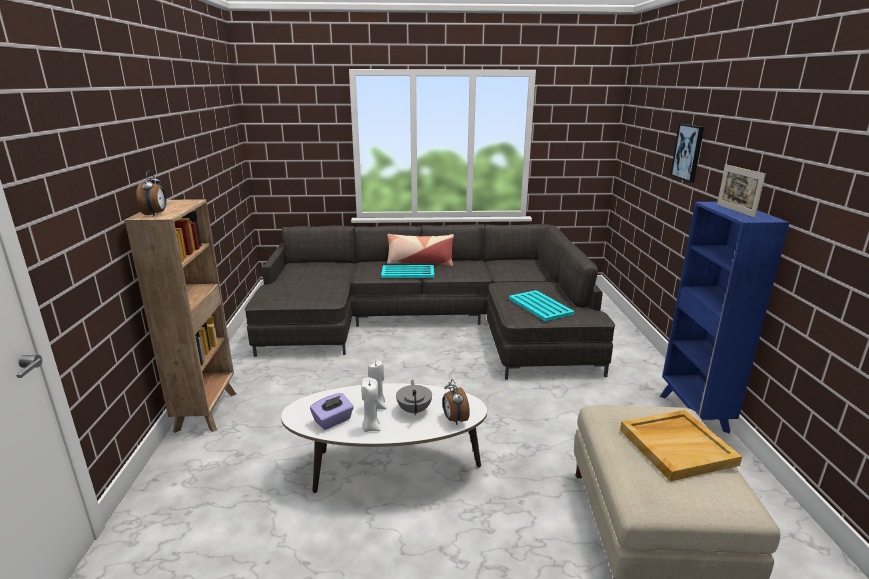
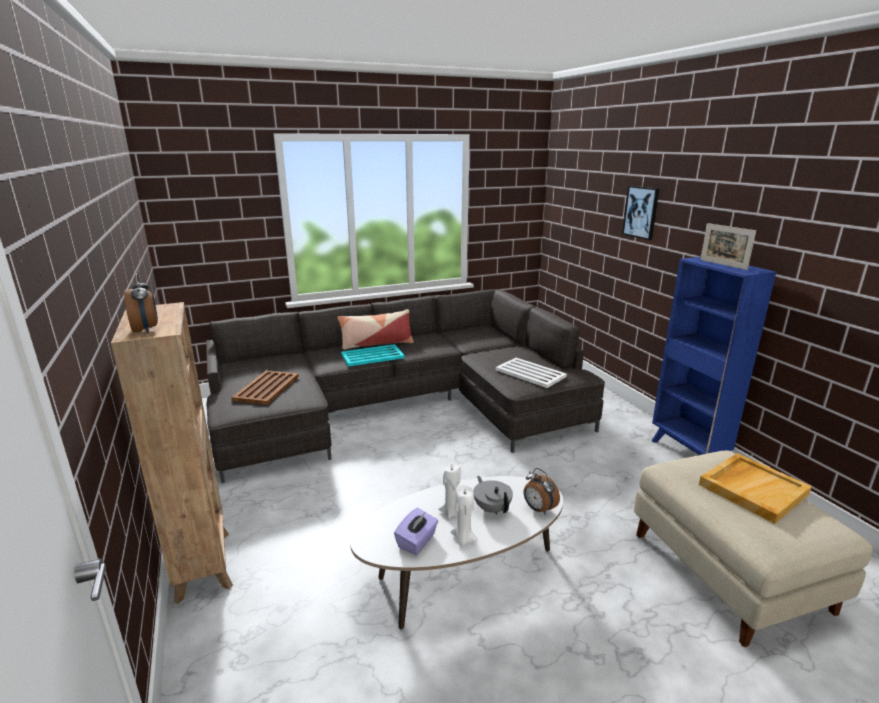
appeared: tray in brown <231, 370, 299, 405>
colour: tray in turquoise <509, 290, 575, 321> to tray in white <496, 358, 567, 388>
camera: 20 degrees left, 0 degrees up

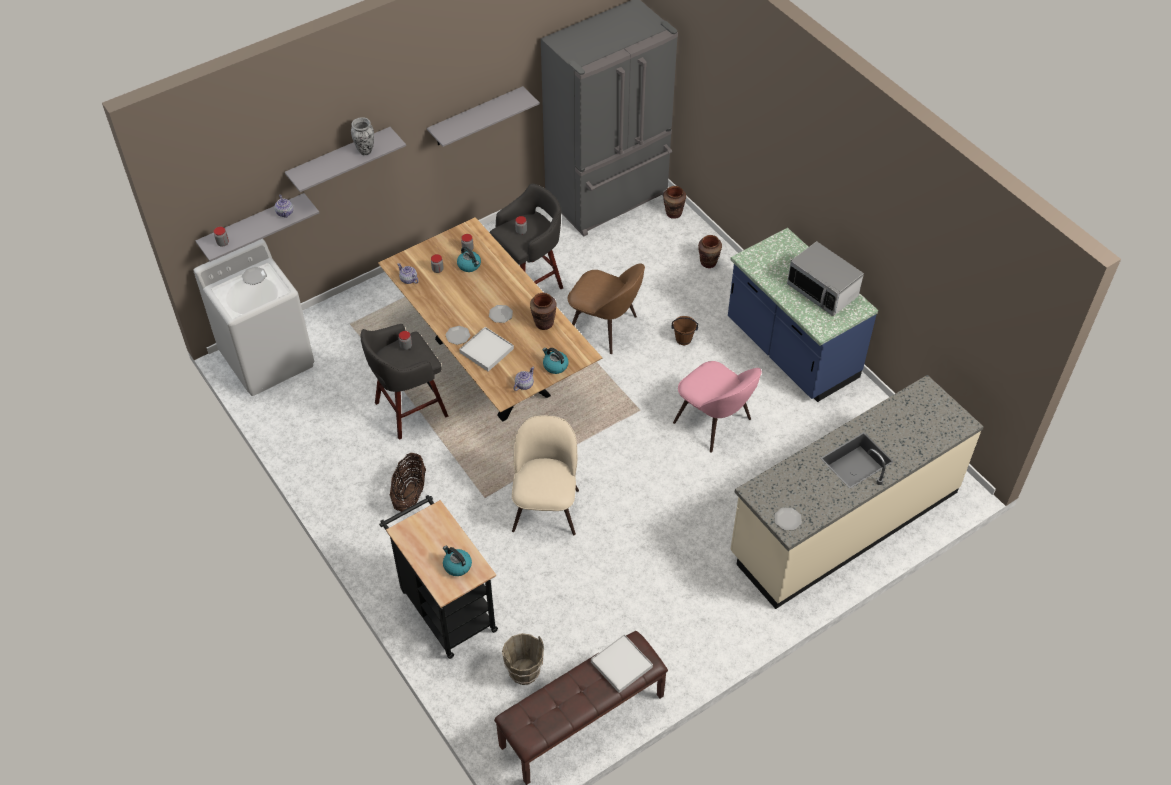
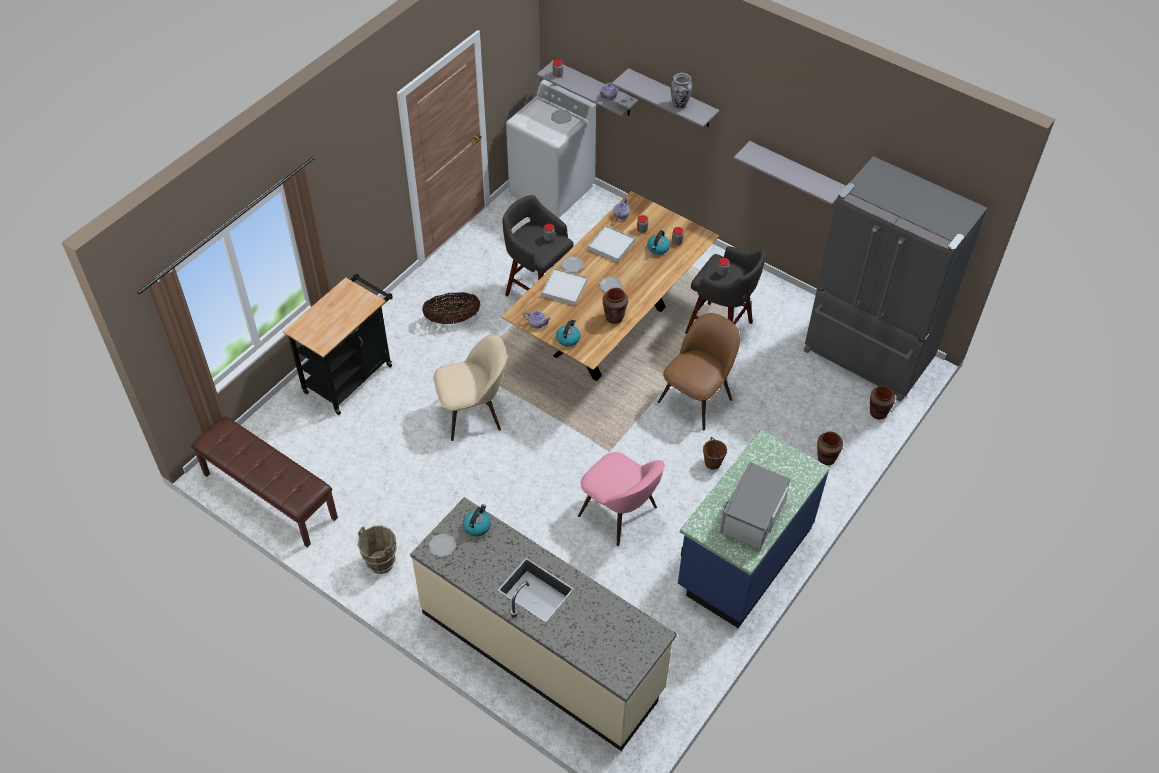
relocated: kettle <443, 545, 472, 576> to <463, 504, 491, 536>; bucket in brown <502, 633, 544, 685> to <357, 525, 397, 574>; tray in white <591, 634, 653, 693> to <588, 225, 635, 263>
spun: chair in brown <568, 263, 645, 354> = <658, 313, 740, 431> 150 degrees counterclockwise; chair in pink <673, 361, 762, 453> = <578, 452, 665, 546> 75 degrees counterclockwise
camera: 70 degrees right, 0 degrees up

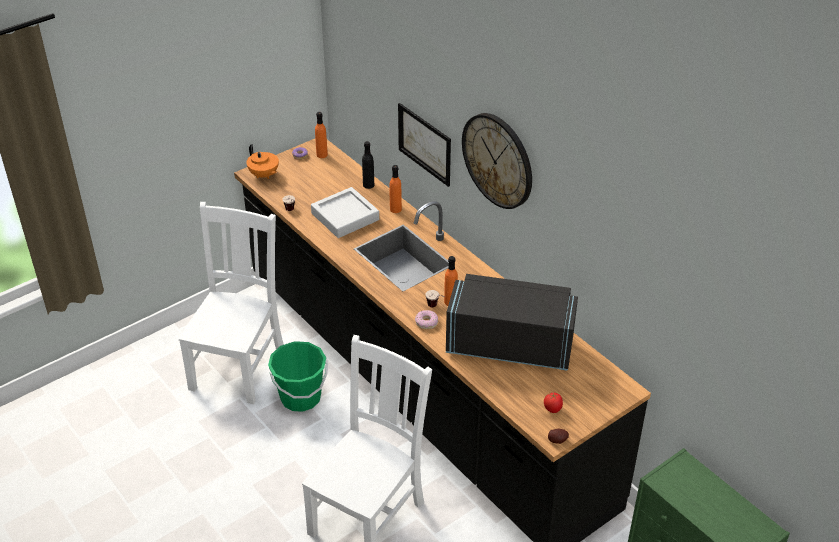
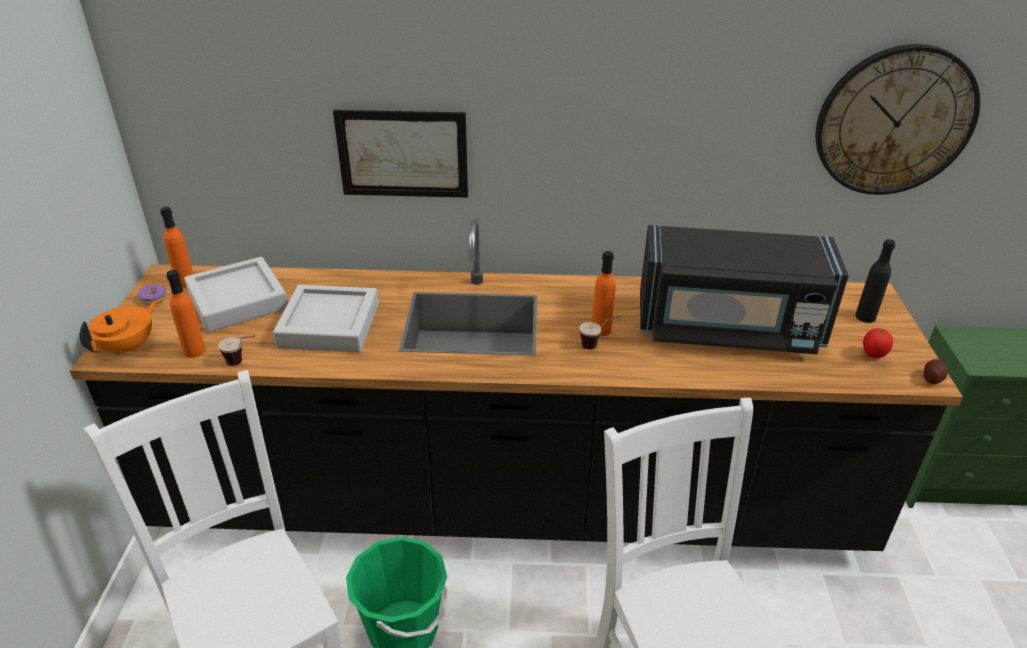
missing: donut <415, 310, 438, 329>
appeared: tray in grey <184, 257, 288, 332>
relocated: bottle in black <362, 141, 374, 189> to <855, 239, 895, 323>; bottle in orange <389, 165, 402, 213> to <166, 270, 206, 358>; wall clock <462, 113, 532, 209> to <816, 44, 980, 195>
spun: teapot in orange <246, 144, 279, 179> = <80, 300, 158, 355> 60 degrees counterclockwise; microwave in black <446, 274, 578, 371> = <640, 225, 849, 354> 135 degrees counterclockwise
camera: 50 degrees left, 5 degrees down

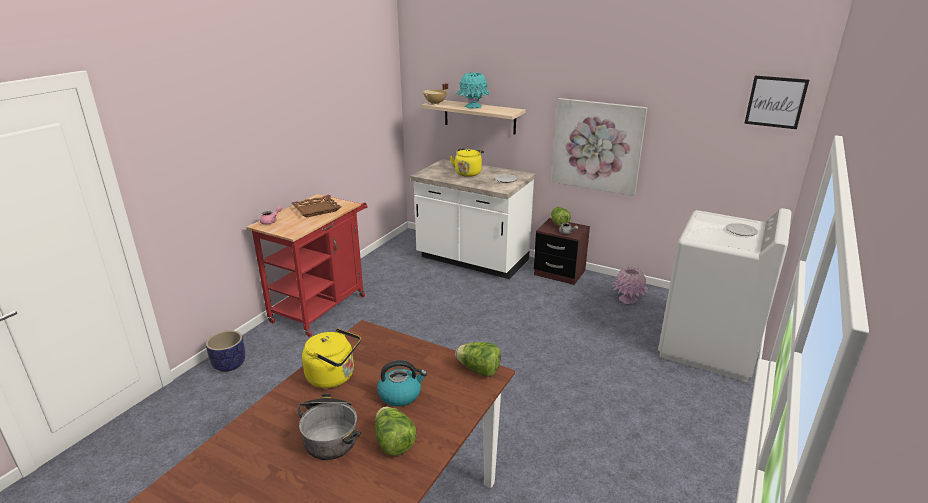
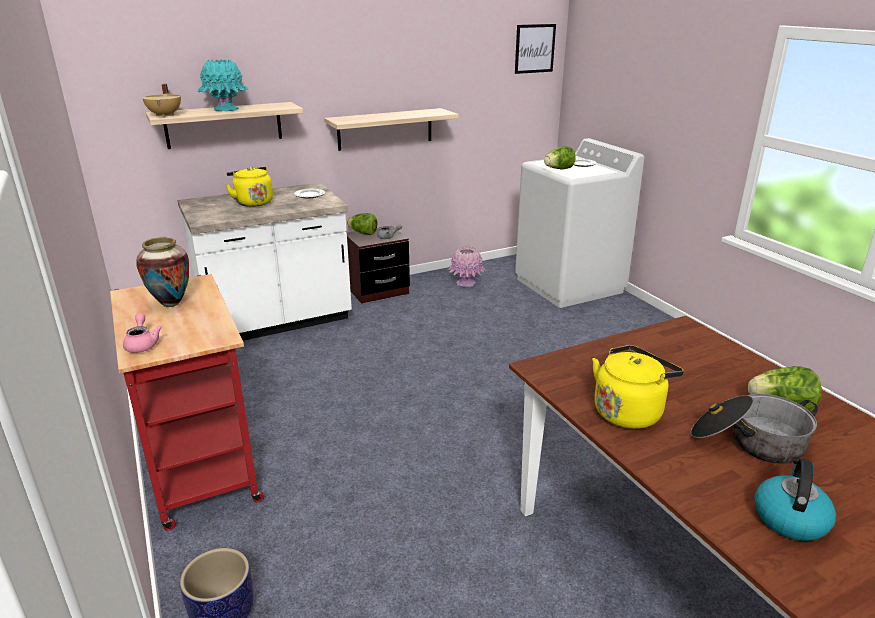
relocated: kettle <377, 360, 427, 406> to <754, 458, 836, 541>; lettuce <455, 342, 501, 377> to <544, 146, 576, 169>
exchanged: tray in brown <291, 195, 341, 218> to vase <136, 237, 189, 307>; picture <552, 98, 648, 196> to shelf <324, 108, 459, 151>
camera: 55 degrees left, 0 degrees up

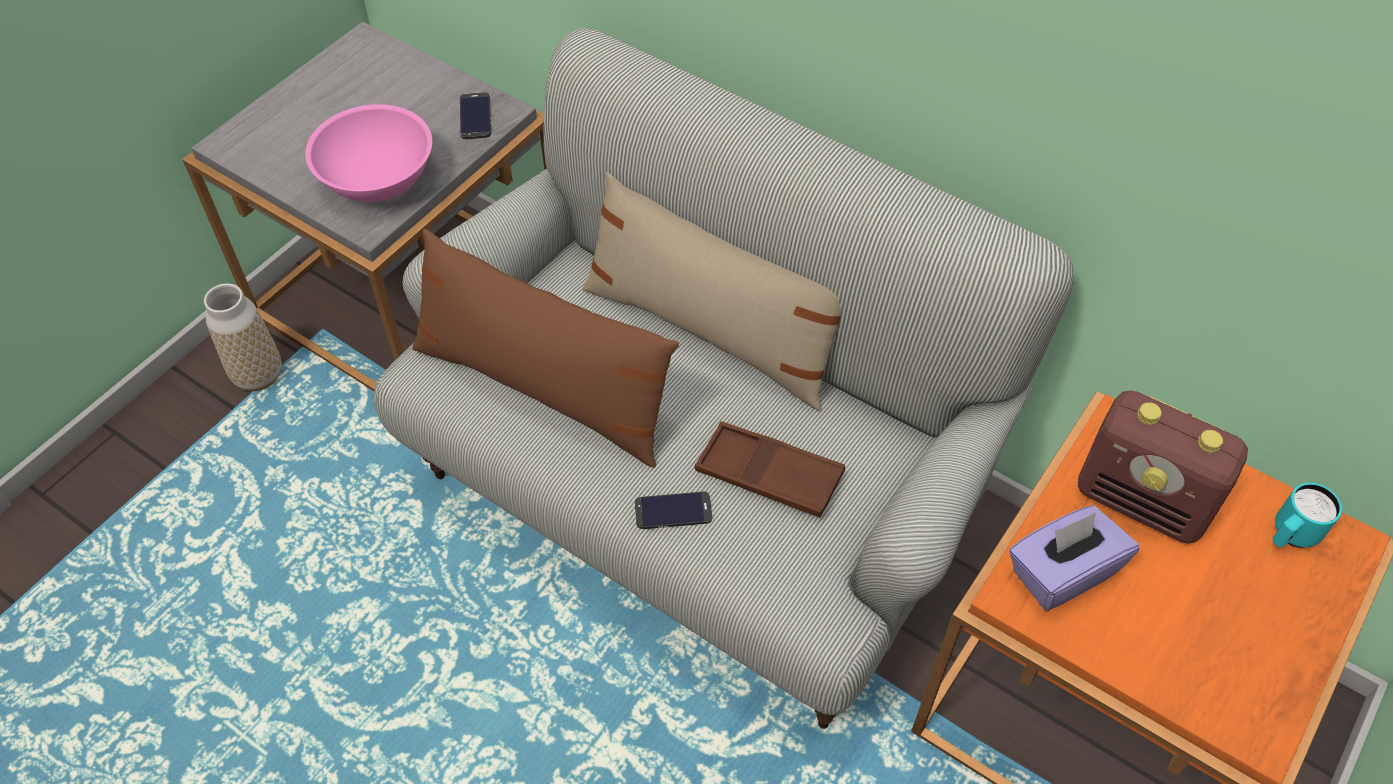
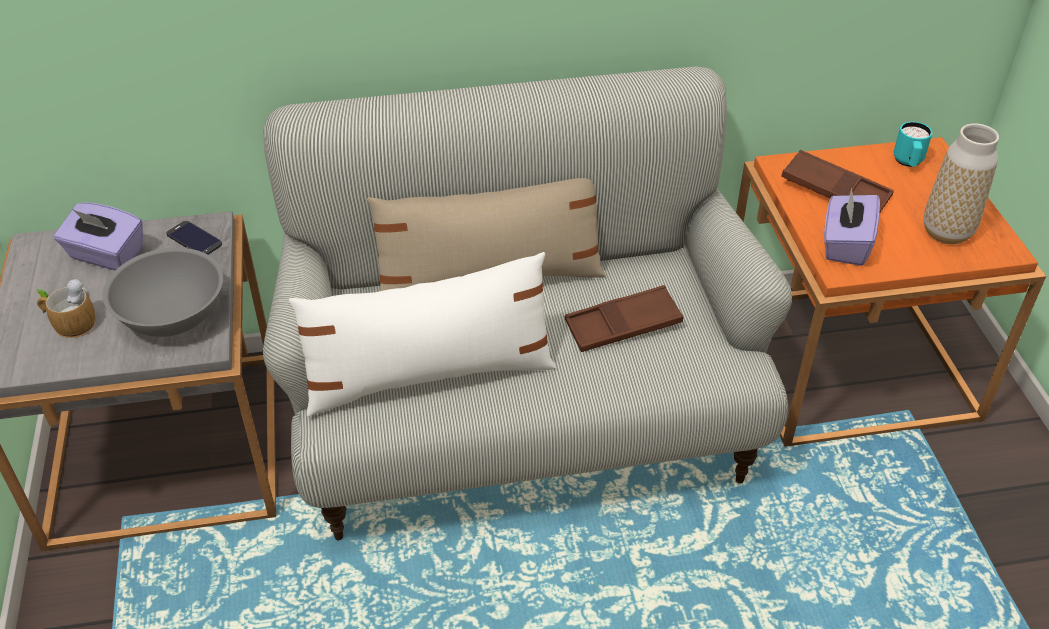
missing: phone <635, 492, 712, 529>
appeared: mug <37, 278, 96, 338>; tissue box in purple <54, 202, 143, 270>
relocated: vase <204, 283, 282, 391> to <924, 123, 999, 244>
exchanged: radio <1078, 390, 1248, 544> to tray in brown <781, 150, 894, 212>
colour: bowl in pink <305, 104, 432, 202> to bowl in grey <103, 248, 223, 337>; pillow in brown <412, 229, 679, 468> to pillow in white <289, 252, 556, 417>
camera: 45 degrees left, 10 degrees down

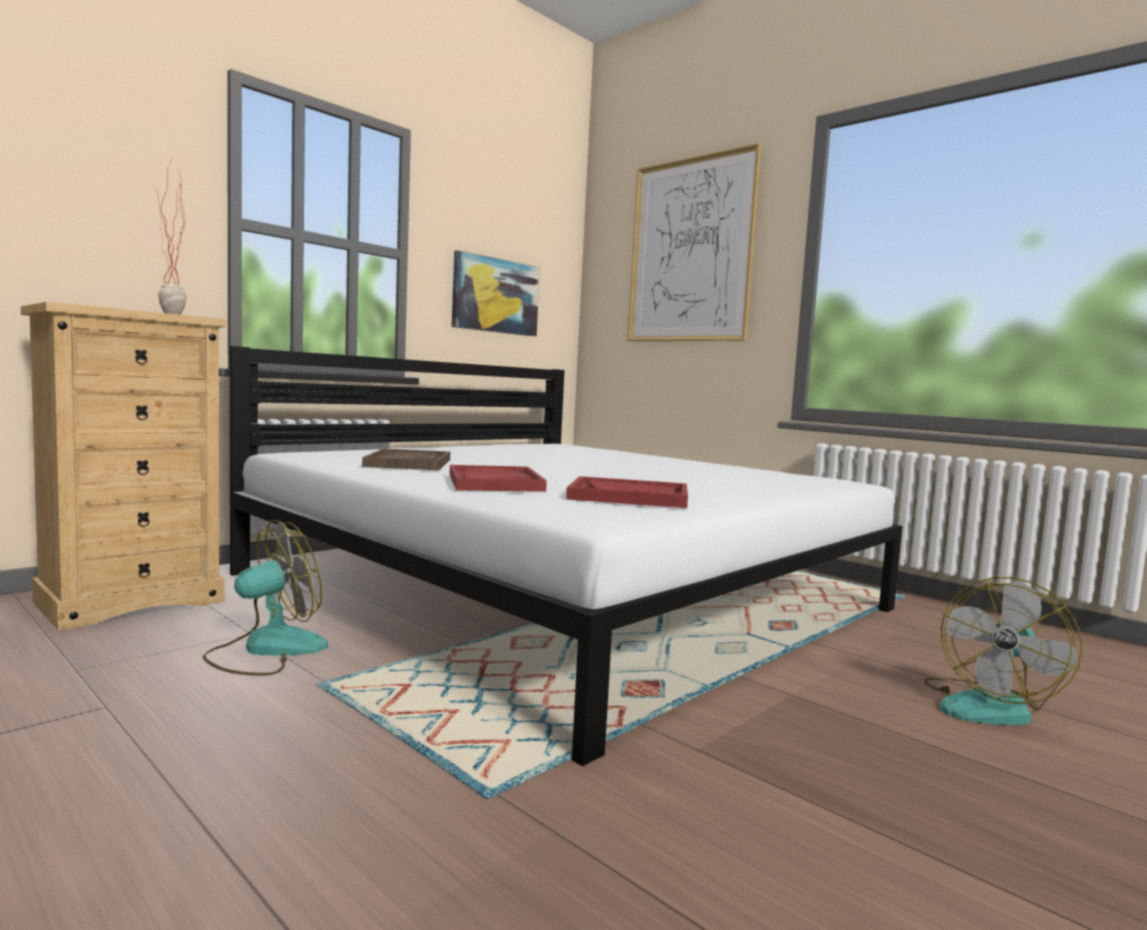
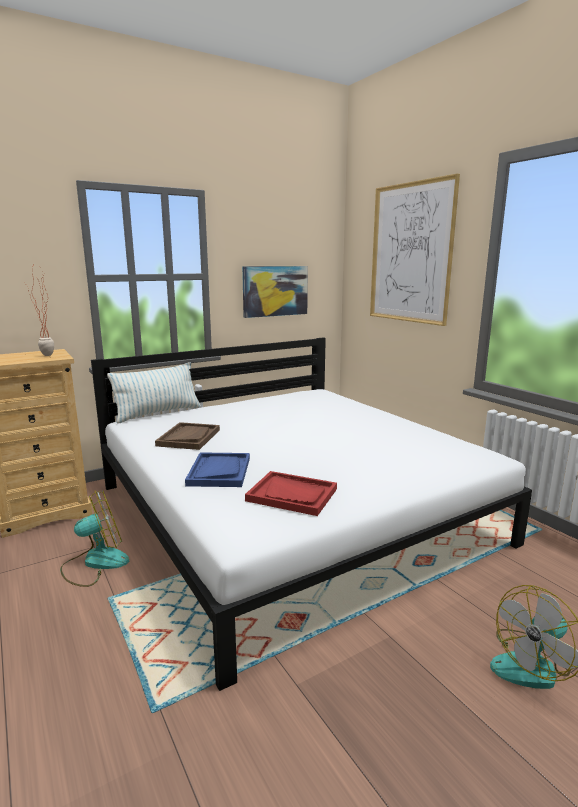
appeared: pillow <107, 362, 201, 424>
colour: tray in red <450, 465, 547, 492> to tray in blue <185, 452, 250, 487>
camera: 15 degrees right, 10 degrees up

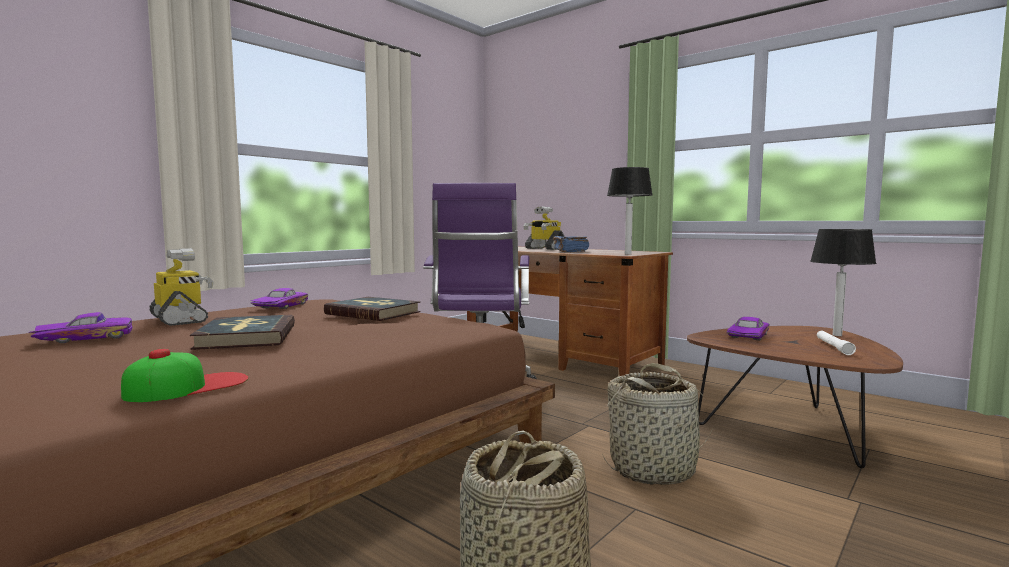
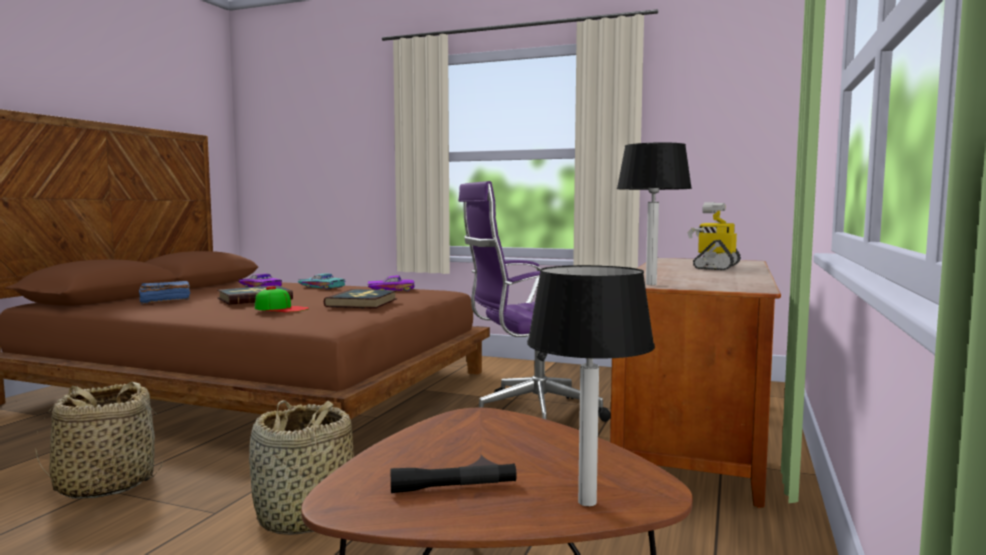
missing: toy car in purple <727, 317, 769, 341>
relocated: cap <121, 349, 249, 402> to <255, 286, 309, 312>; book in blue <553, 236, 589, 252> to <139, 281, 190, 304>
exchanged: toy robot <149, 248, 214, 326> to toy car in turquoise <297, 273, 346, 290>
colour: flashlight in white <817, 331, 856, 355> to flashlight in black <390, 463, 517, 493>
camera: 70 degrees right, 0 degrees up

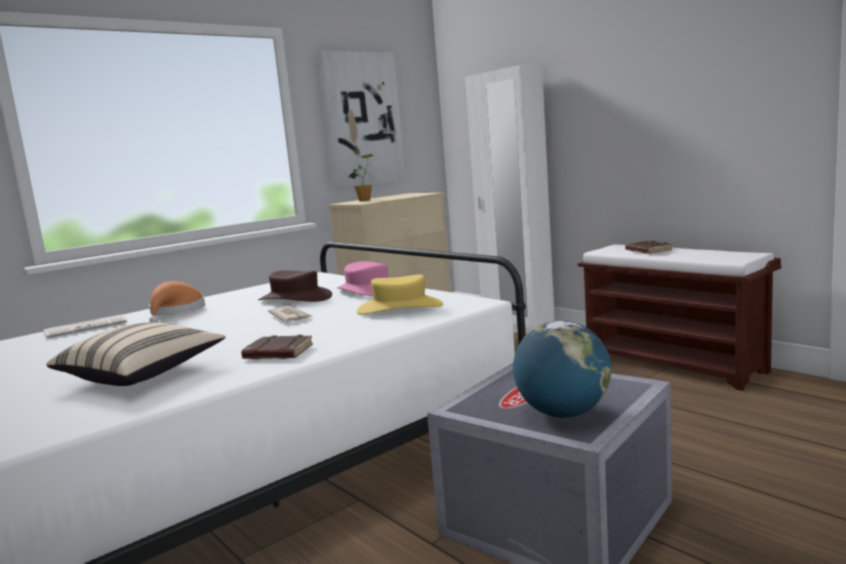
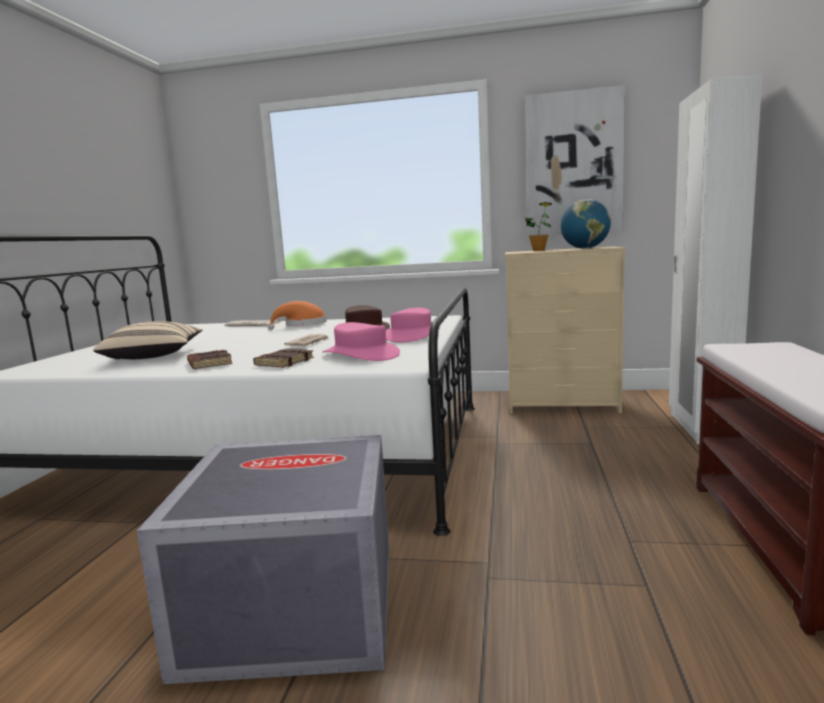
relocated: globe <513, 321, 611, 418> to <560, 199, 611, 249>; book in brown <625, 240, 673, 254> to <253, 349, 314, 368>
colour: hat in yellow <357, 274, 443, 315> to hat in pink <322, 322, 400, 361>
camera: 50 degrees right, 0 degrees up

